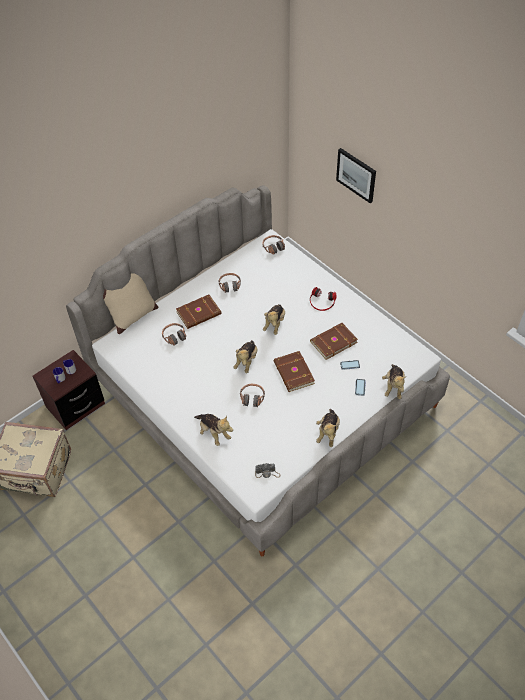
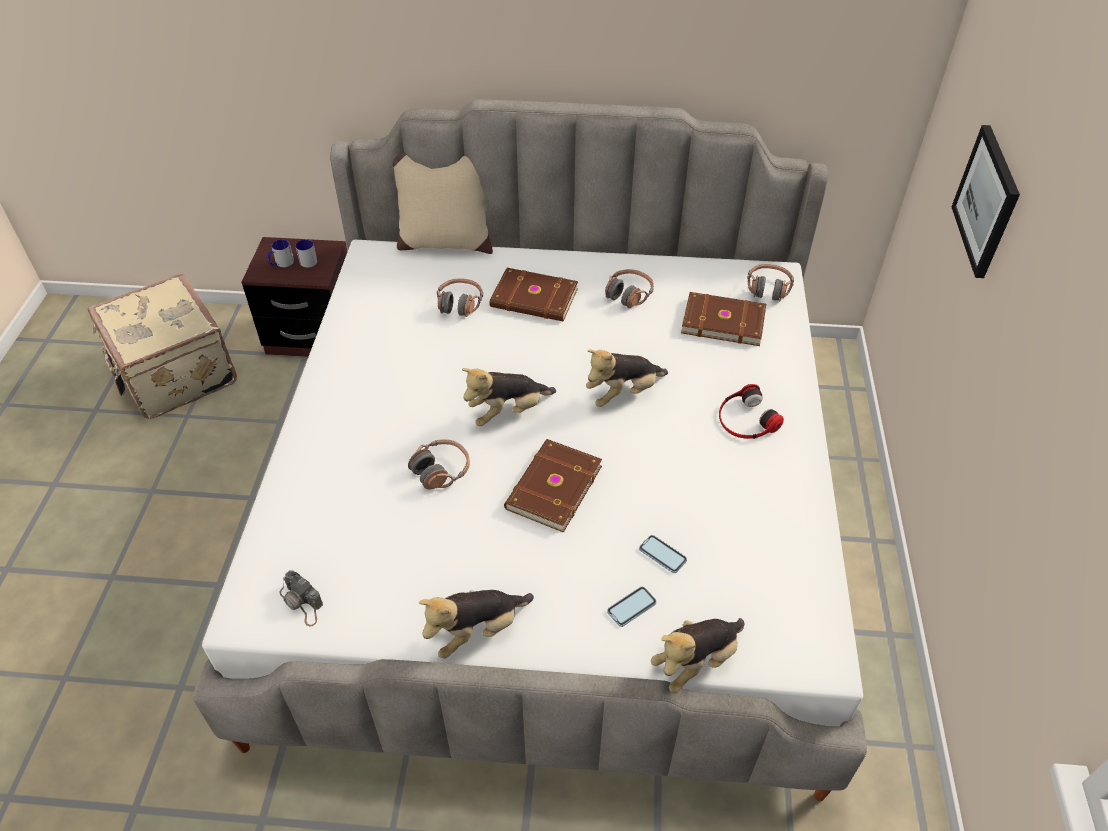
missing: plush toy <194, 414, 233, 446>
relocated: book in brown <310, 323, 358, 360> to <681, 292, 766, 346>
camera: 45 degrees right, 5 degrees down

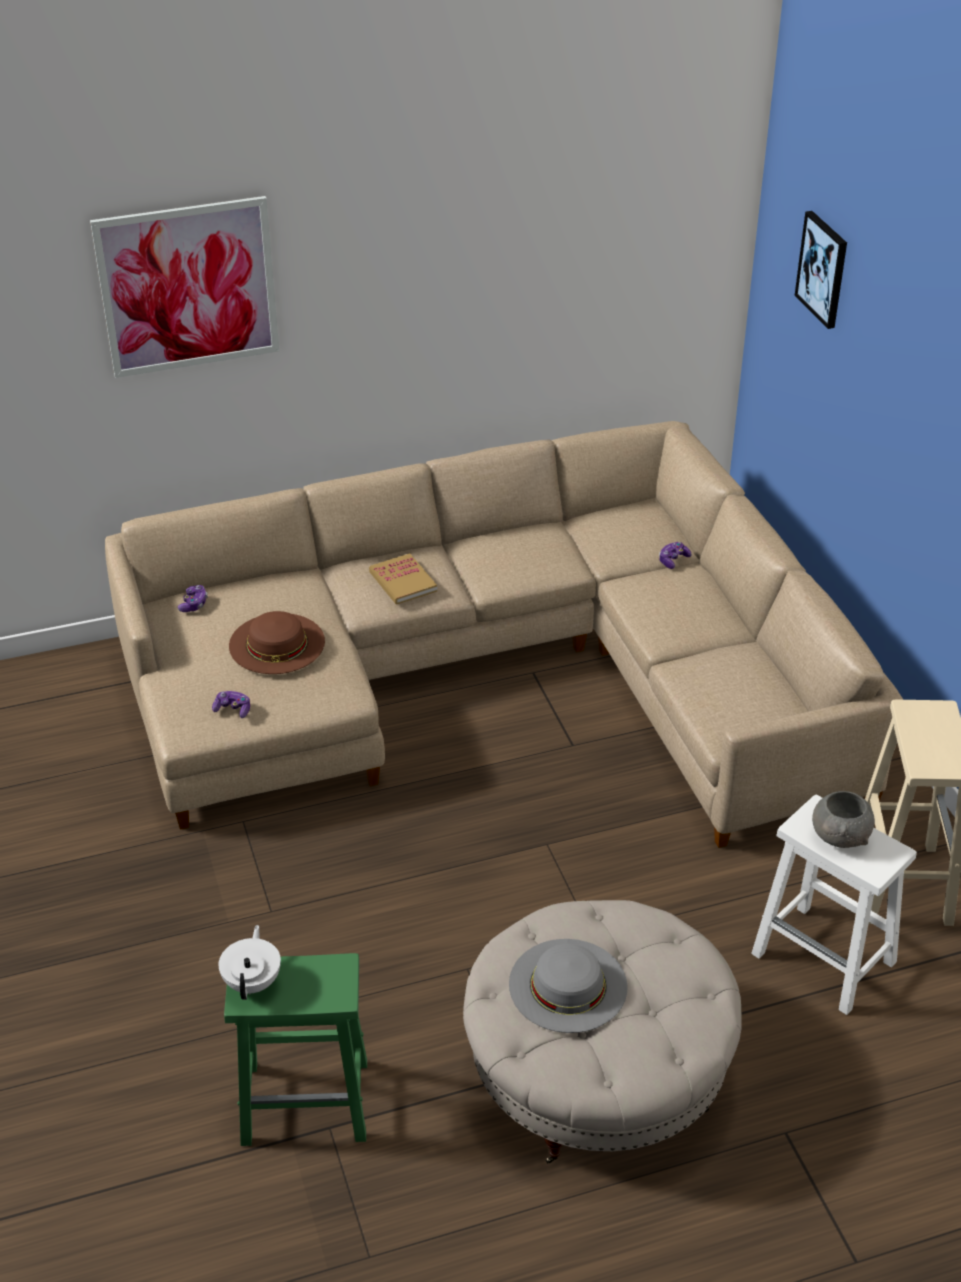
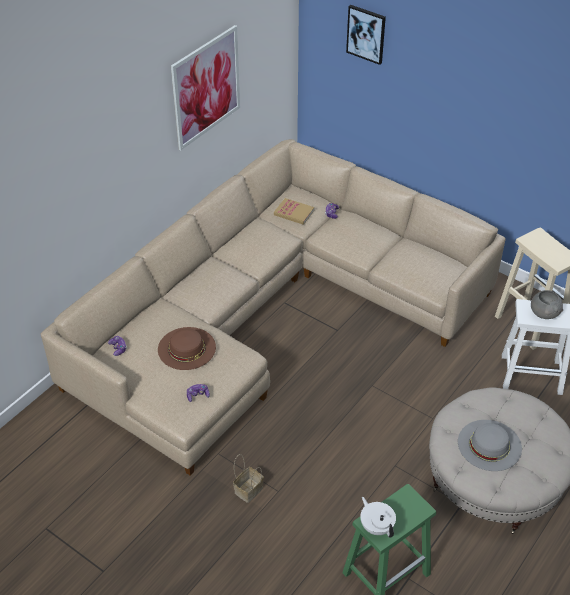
appeared: basket <233, 454, 264, 503>
relocated: picture <90, 196, 279, 378> to <171, 25, 240, 150>; book <369, 553, 437, 605> to <274, 198, 314, 225>
camera: 35 degrees left, 5 degrees up

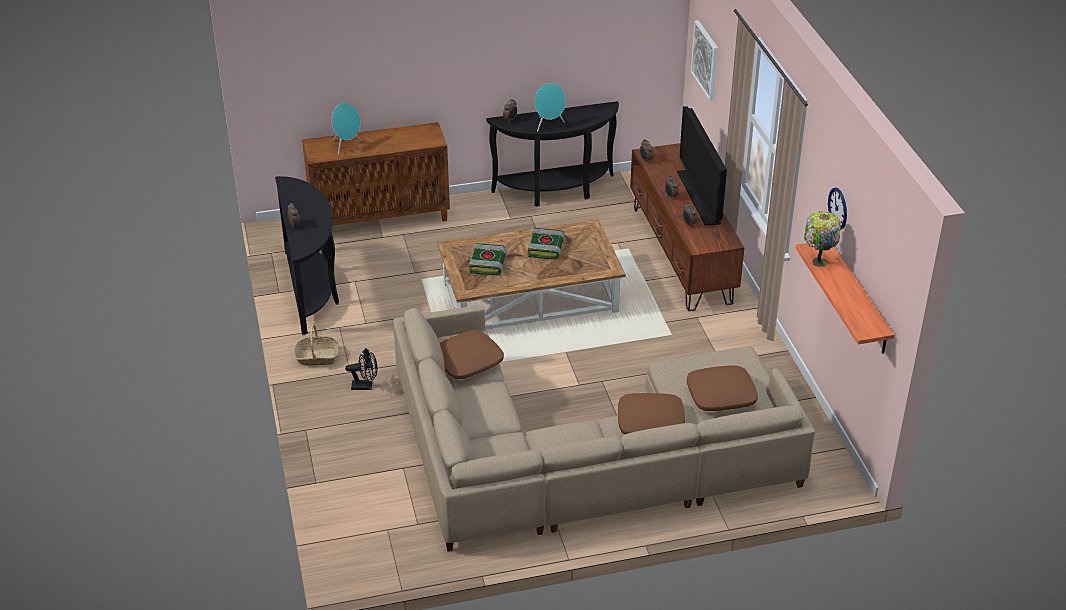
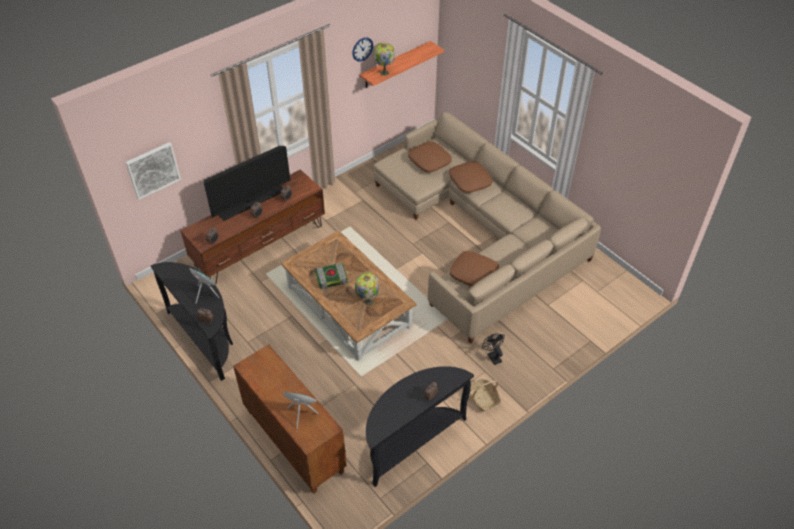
exchanged: book <469, 243, 507, 276> to table lamp <355, 272, 379, 306>
camera: 115 degrees left, 10 degrees up

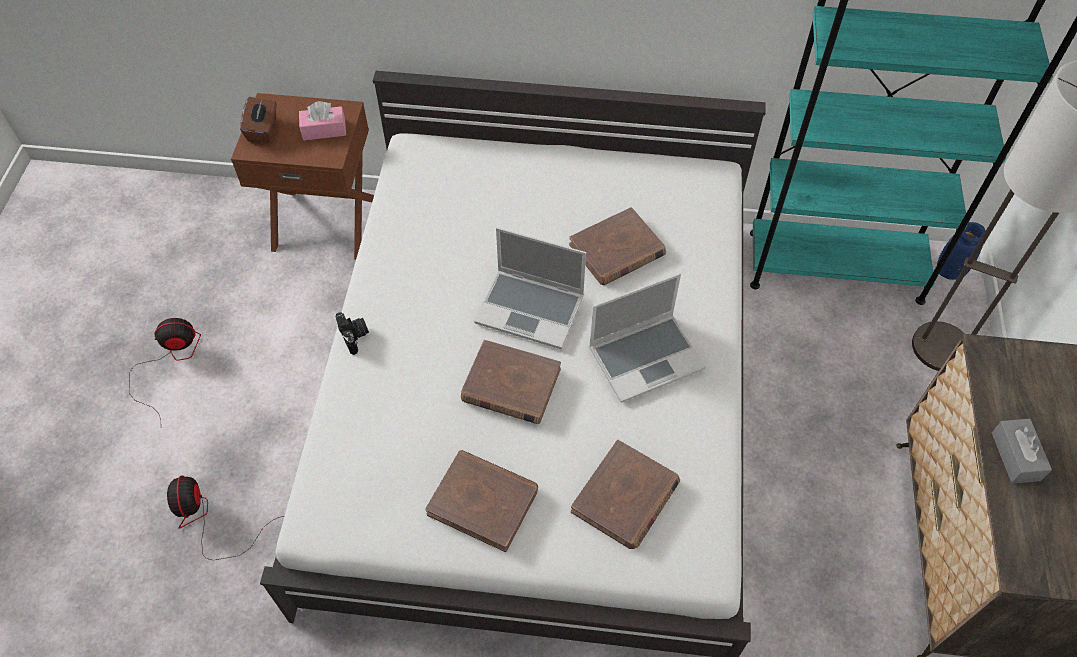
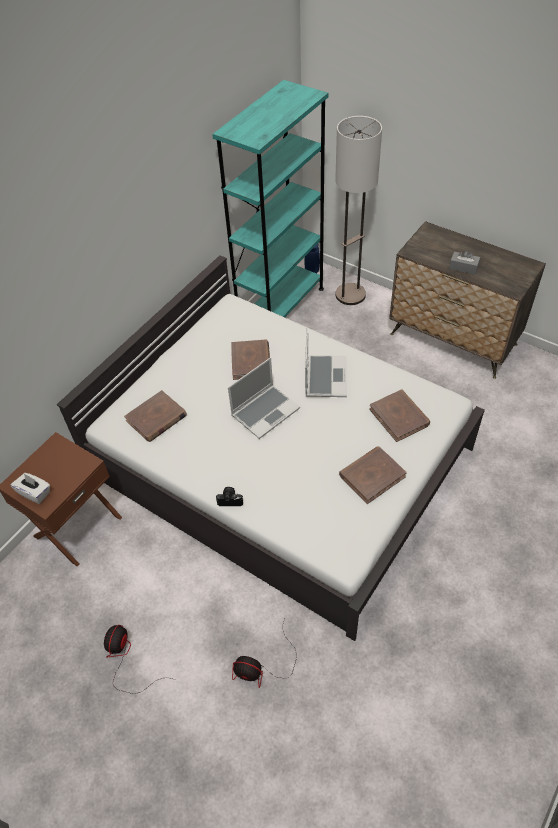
missing: tissue box in pink <299, 101, 346, 140>
relocated: book in brown <461, 340, 561, 424> to <124, 390, 187, 442>
colour: tissue box in brown <240, 97, 277, 142> to tissue box in white <11, 473, 50, 504>
camera: 60 degrees left, 5 degrees down

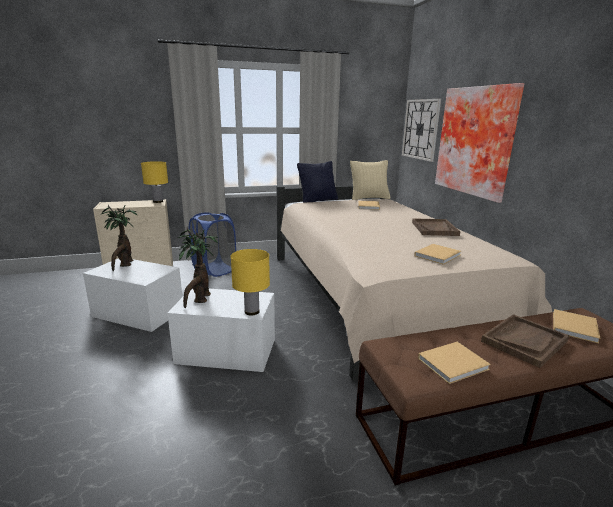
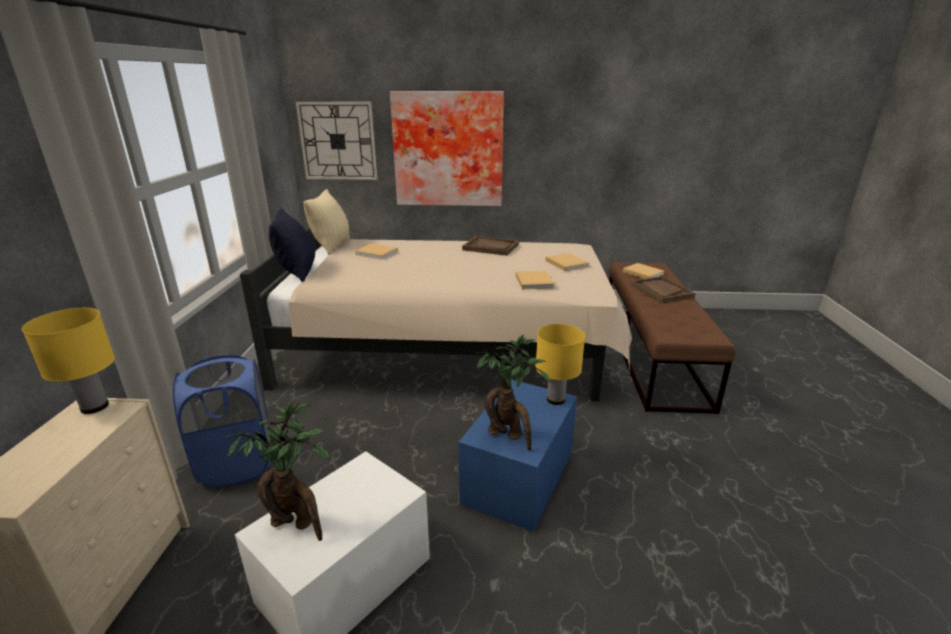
relocated: book in beige <418, 342, 491, 384> to <516, 270, 554, 289>
colour: storage box in white <167, 288, 275, 372> to storage box in blue <459, 379, 577, 532>
camera: 70 degrees left, 5 degrees up

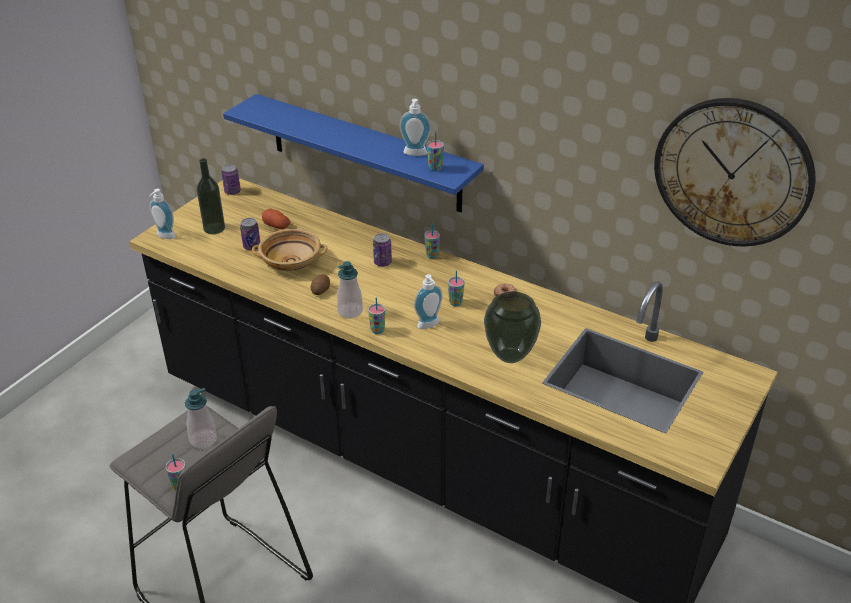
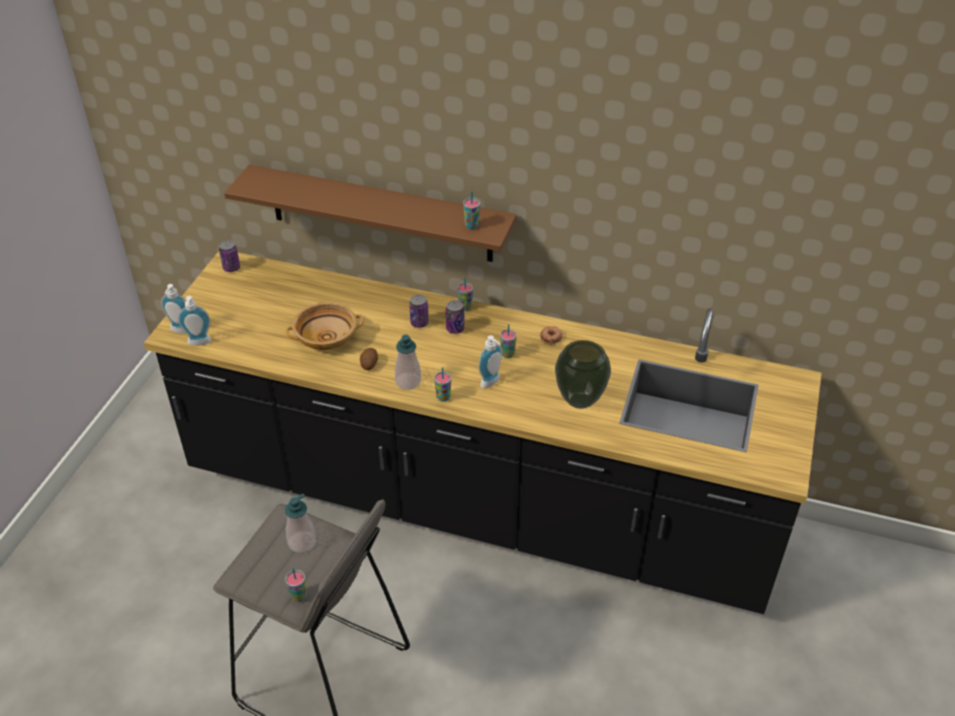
missing: bottle <197, 158, 225, 234>; potato <262, 209, 290, 229>; wall clock <654, 98, 816, 246>
relocated: can <240, 218, 260, 250> to <446, 300, 465, 334>; soap dispenser <399, 99, 431, 156> to <178, 296, 212, 346>
colour: shelf in blue <223, 94, 484, 212> to shelf in brown <224, 165, 516, 262>
camera: 15 degrees left, 5 degrees up

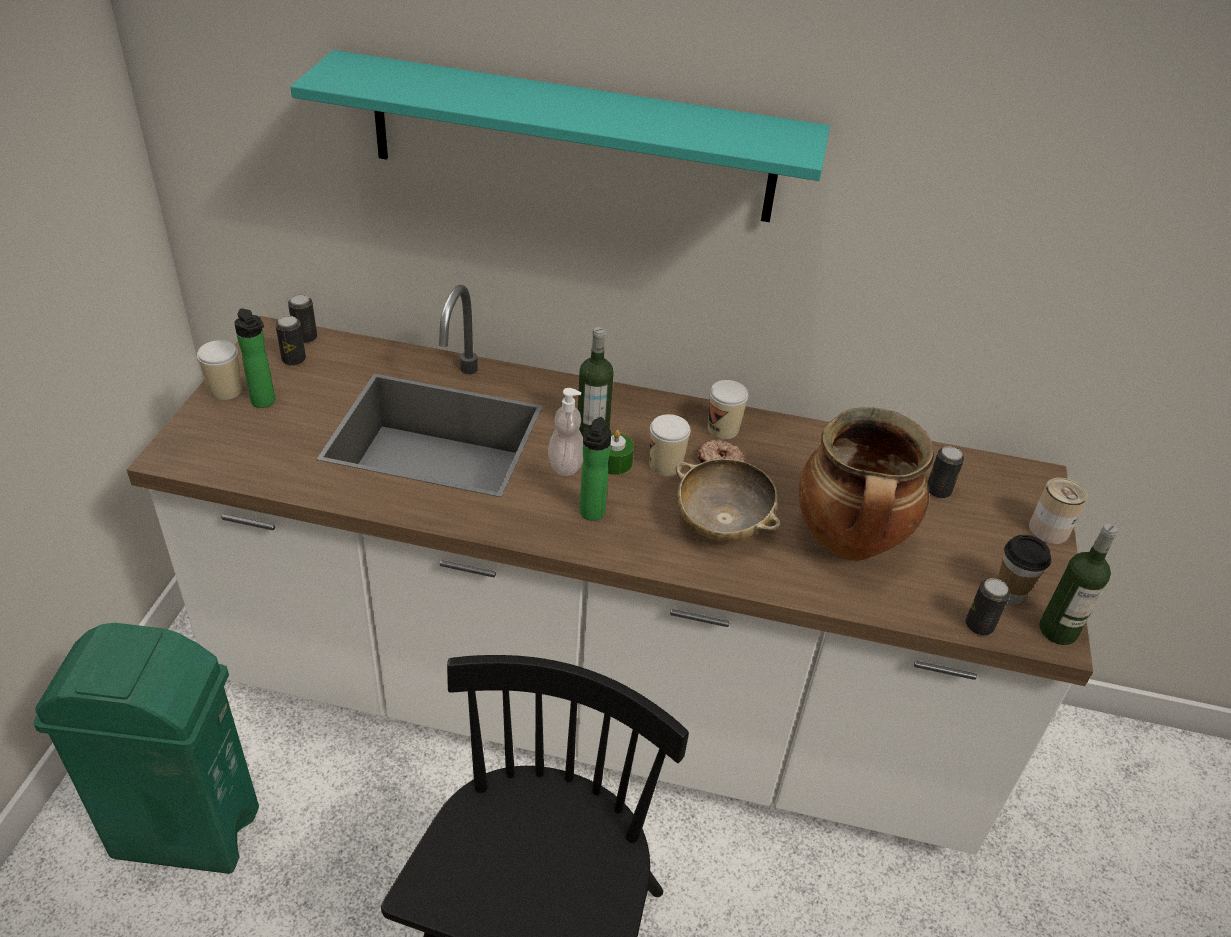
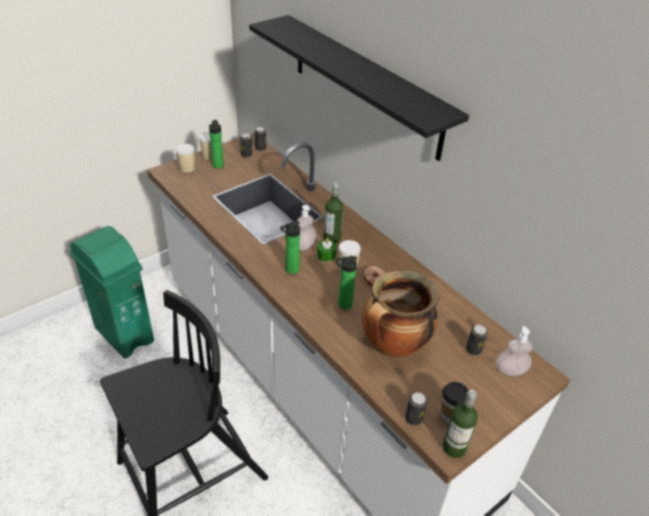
missing: can <1029, 478, 1088, 544>
appeared: soap dispenser <497, 326, 532, 376>
relocated: cup <708, 380, 748, 439> to <175, 144, 195, 173>
exchanged: bowl in beige <676, 459, 781, 542> to bottle <335, 256, 357, 310>
colour: shelf in turquoise <290, 50, 830, 222> to shelf in black <249, 15, 469, 161>
camera: 40 degrees right, 0 degrees up

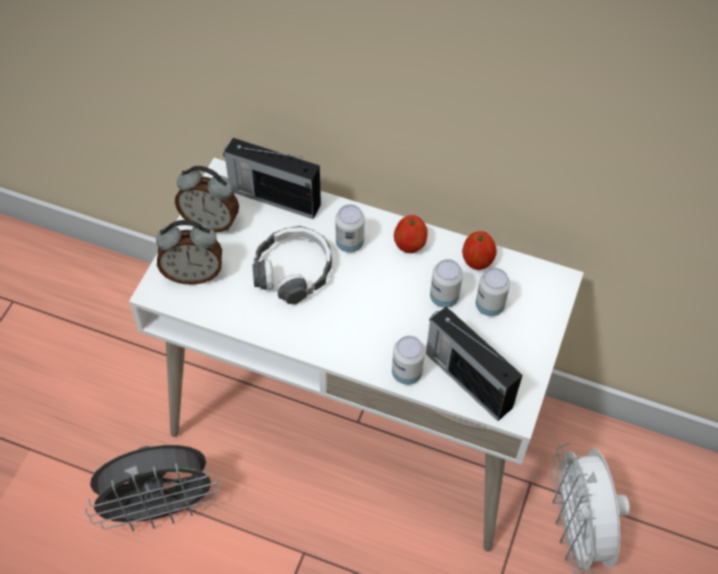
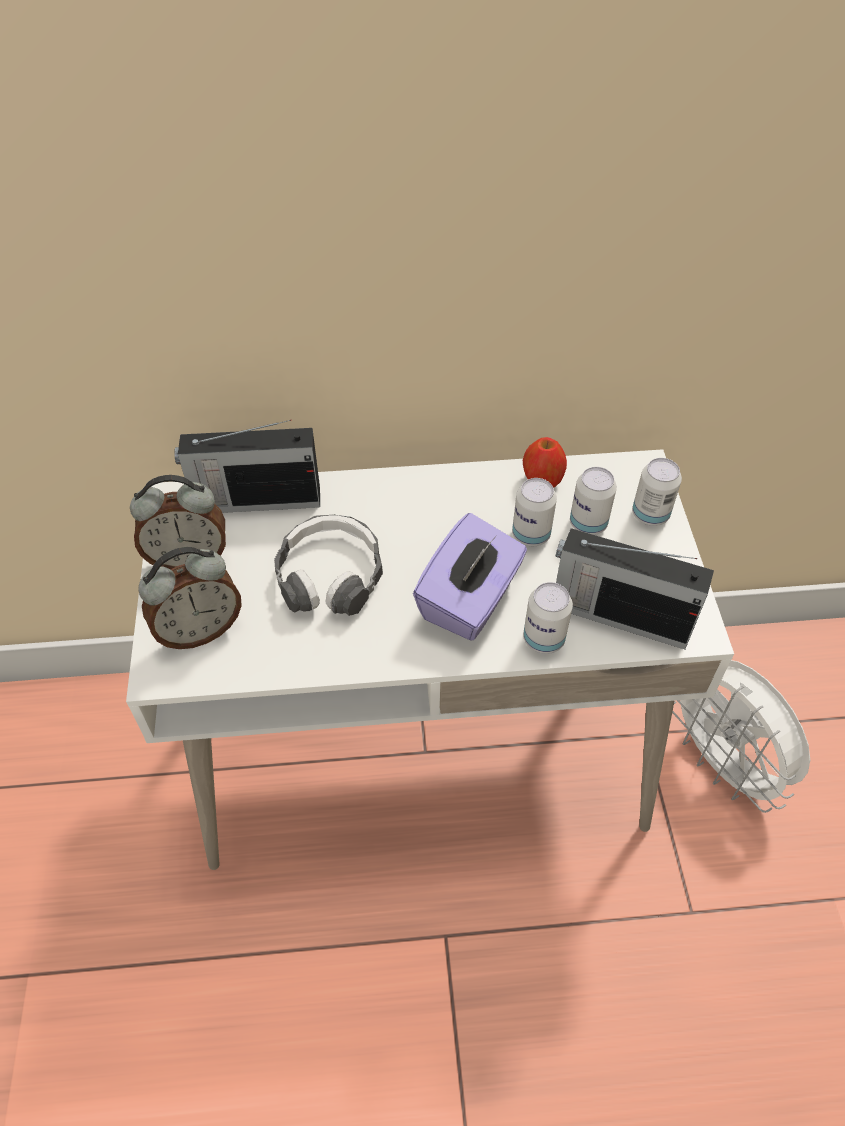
missing: fan in grey <85, 445, 220, 532>; apple <394, 215, 428, 253>
appeared: tissue box in purple <413, 513, 527, 641>
relocated: can <335, 204, 365, 253> to <632, 458, 682, 526>
camera: 25 degrees left, 5 degrees down

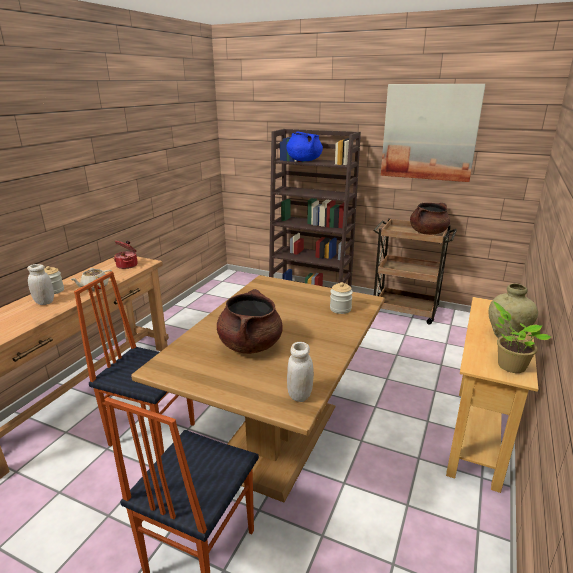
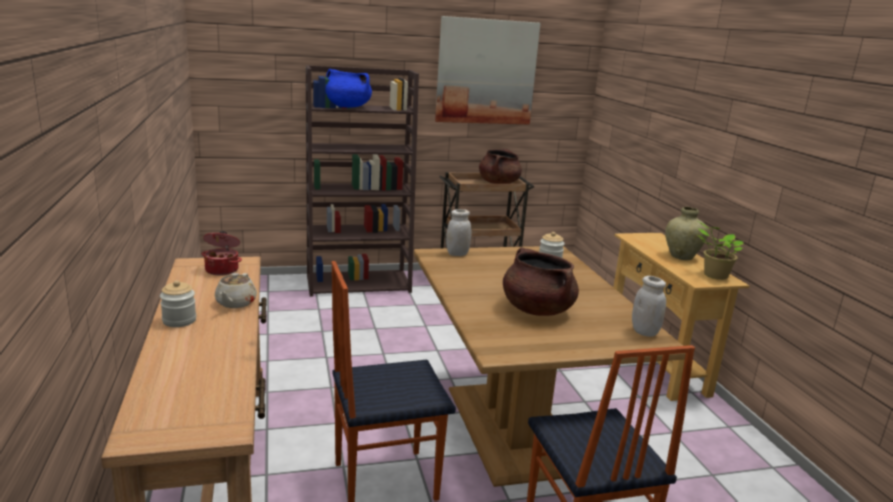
relocated: jar in white <27, 264, 54, 305> to <446, 209, 471, 256>
camera: 40 degrees left, 5 degrees down

